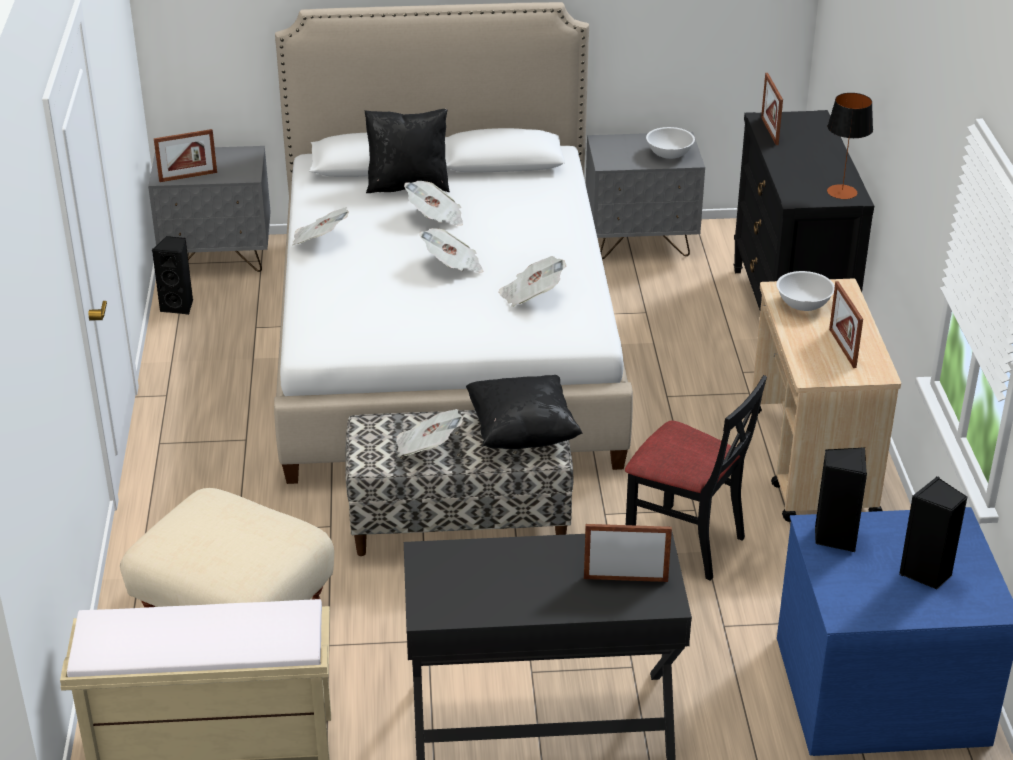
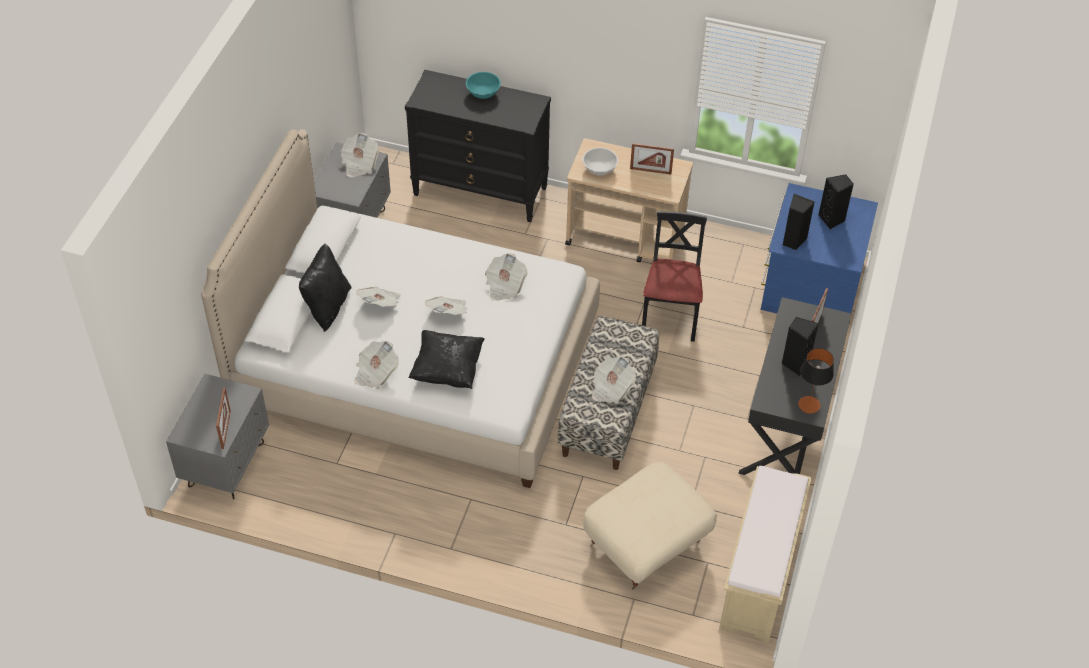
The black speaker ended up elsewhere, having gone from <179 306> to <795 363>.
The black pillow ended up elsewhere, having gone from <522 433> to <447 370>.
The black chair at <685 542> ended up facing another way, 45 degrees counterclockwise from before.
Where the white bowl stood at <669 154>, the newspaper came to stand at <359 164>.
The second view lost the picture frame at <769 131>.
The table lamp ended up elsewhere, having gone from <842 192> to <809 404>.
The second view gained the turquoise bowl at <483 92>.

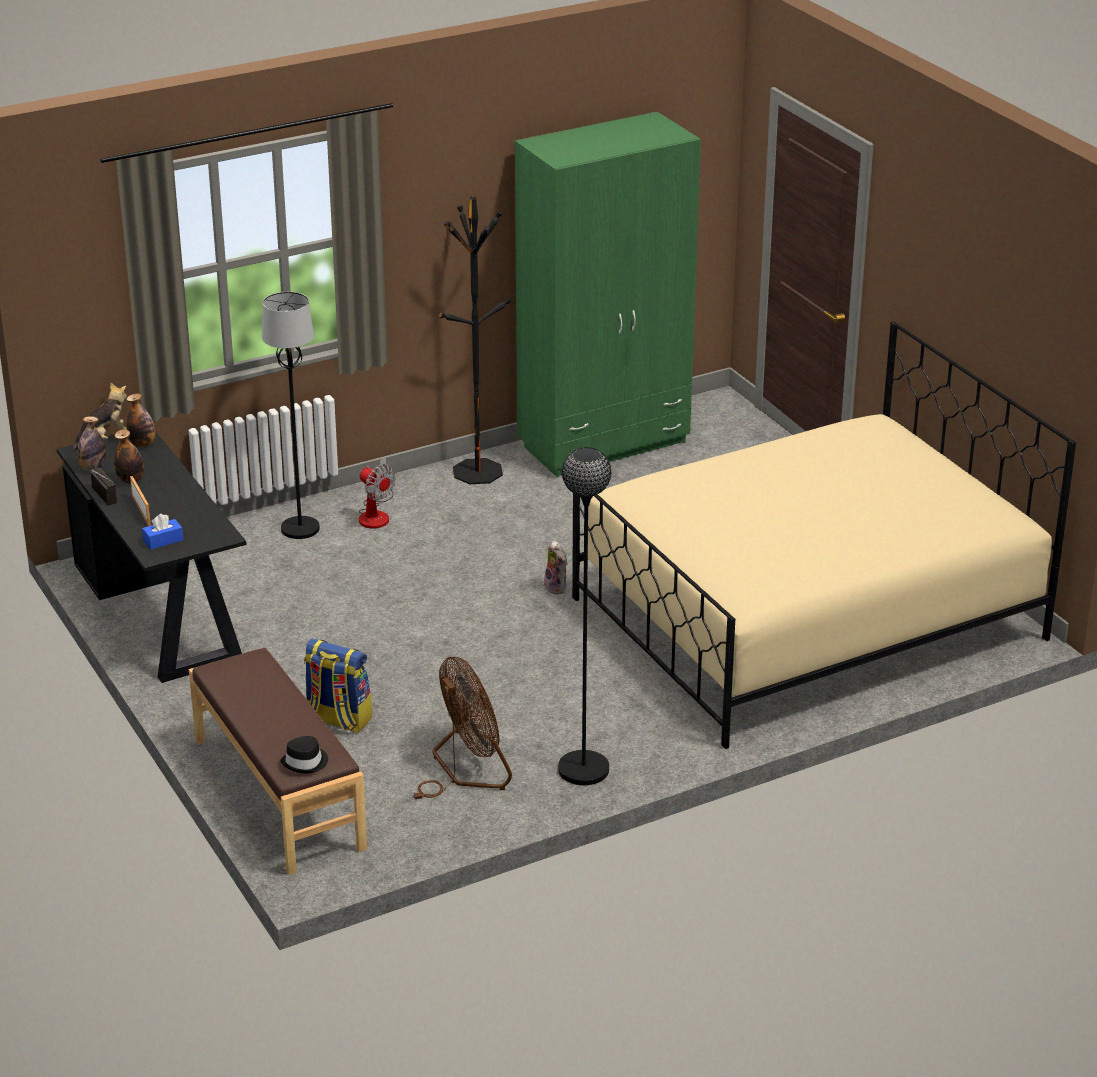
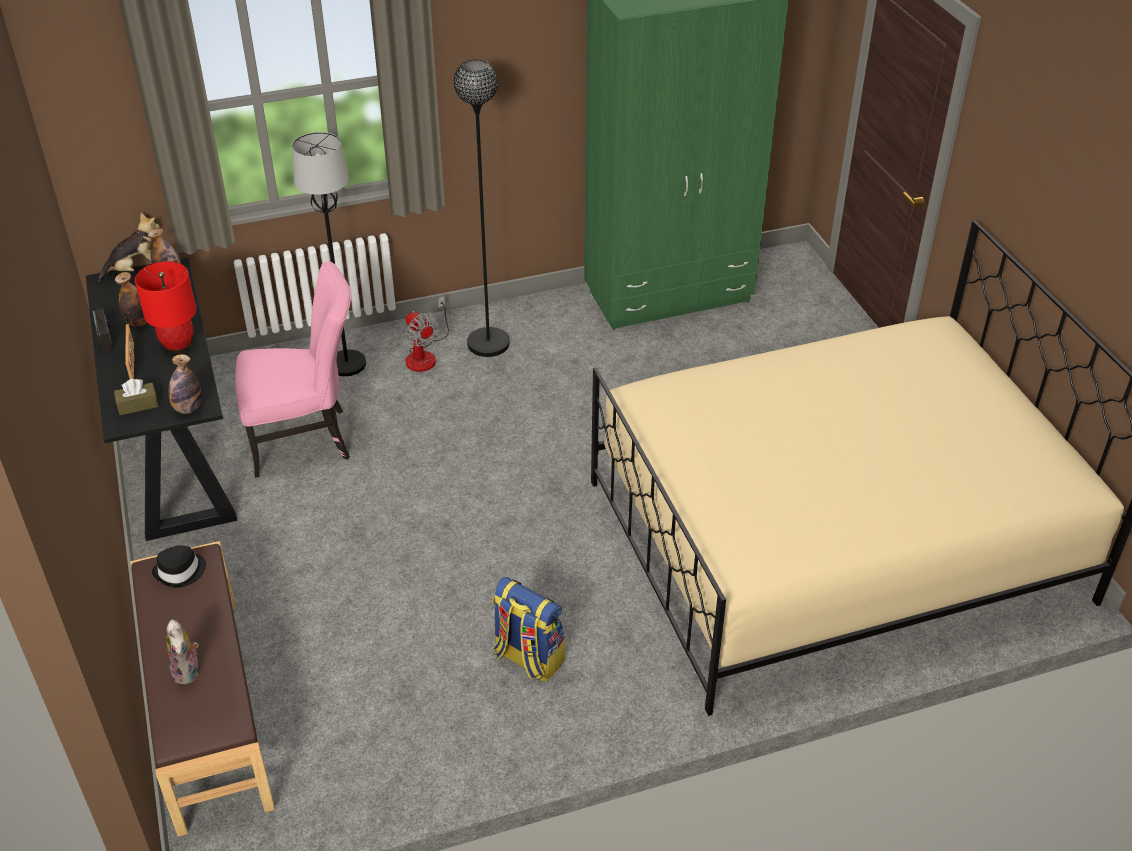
The bottle ended up elsewhere, having gone from <92 468> to <188 409>.
What was the blue tissue box at <163 540> turned into the brown tissue box at <137 405>.
The black hat ended up elsewhere, having gone from <305 762> to <180 572>.
The backpack ended up elsewhere, having gone from <338 719> to <528 658>.
The second view lost the brown fan at <461 768>.
The second view lost the black clothes rack at <478 471>.
The plush toy ended up elsewhere, having gone from <557 588> to <188 671>.
The black floor lamp ended up elsewhere, having gone from <583 769> to <488 343>.
The second view gained the red table lamp at <178 345>.
The second view gained the pink chair at <307 439>.

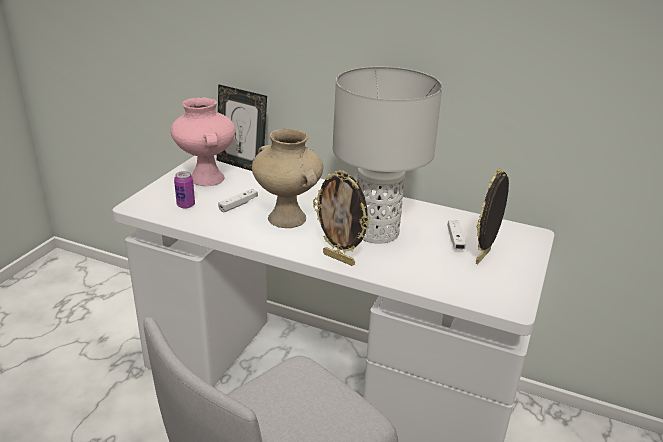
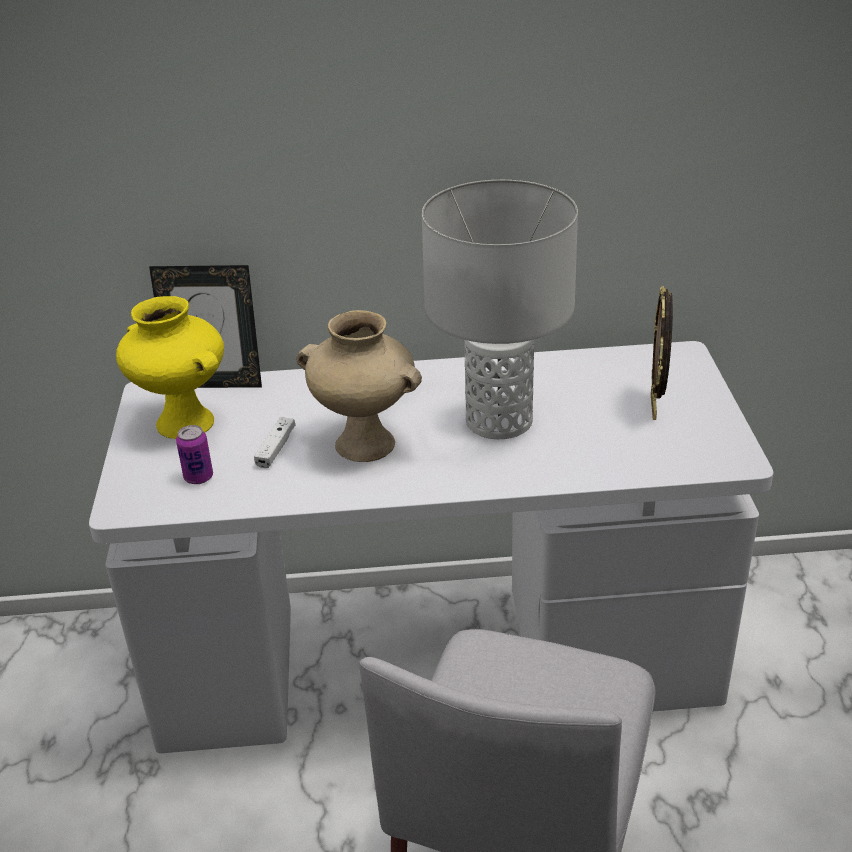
What was the pink vase at <206 178> turned into the yellow vase at <183 423>.
The second view lost the picture frame at <339 259>.
The second view lost the white game controller at <455 239>.

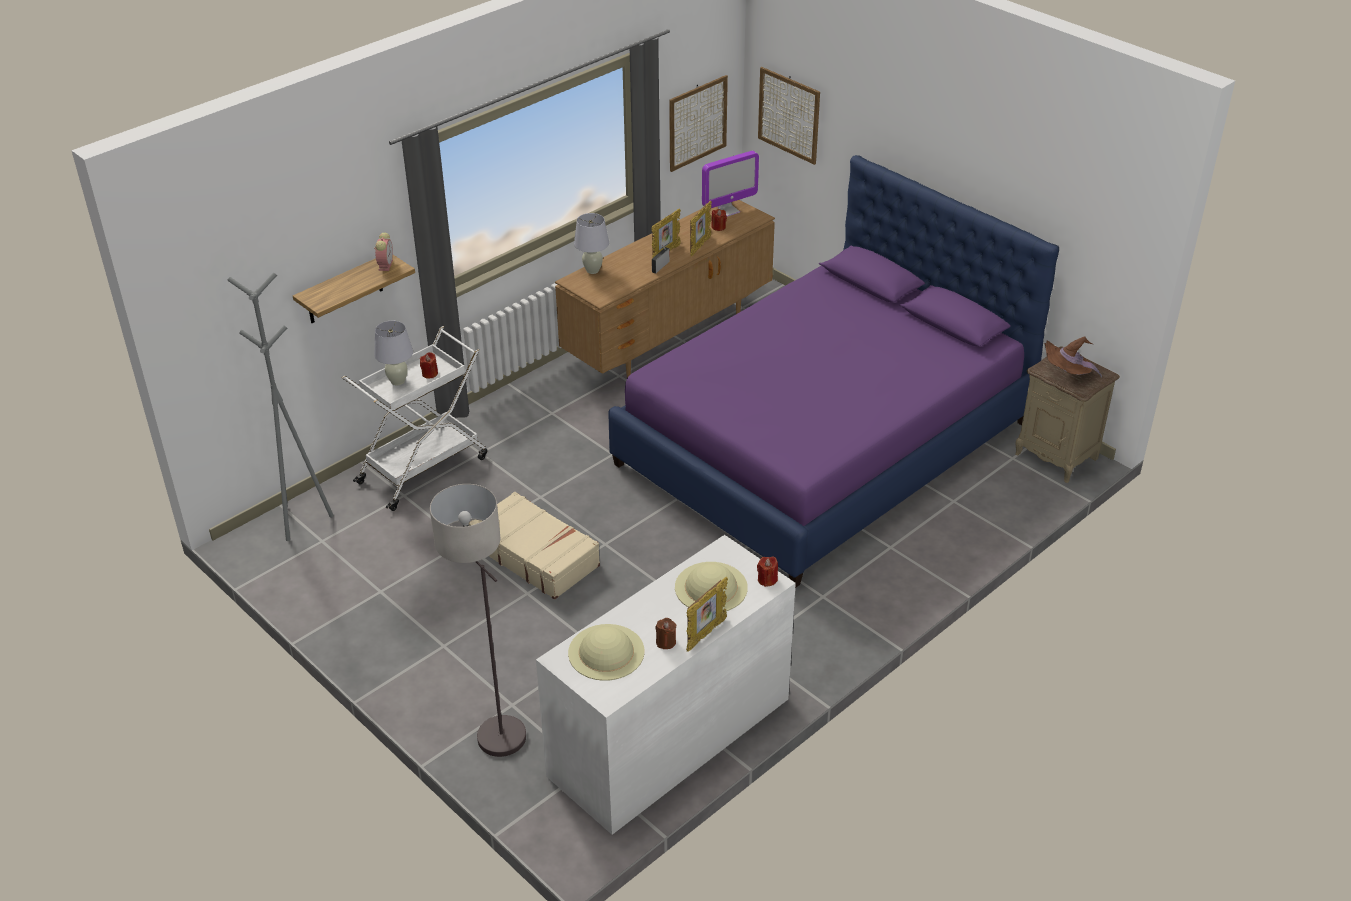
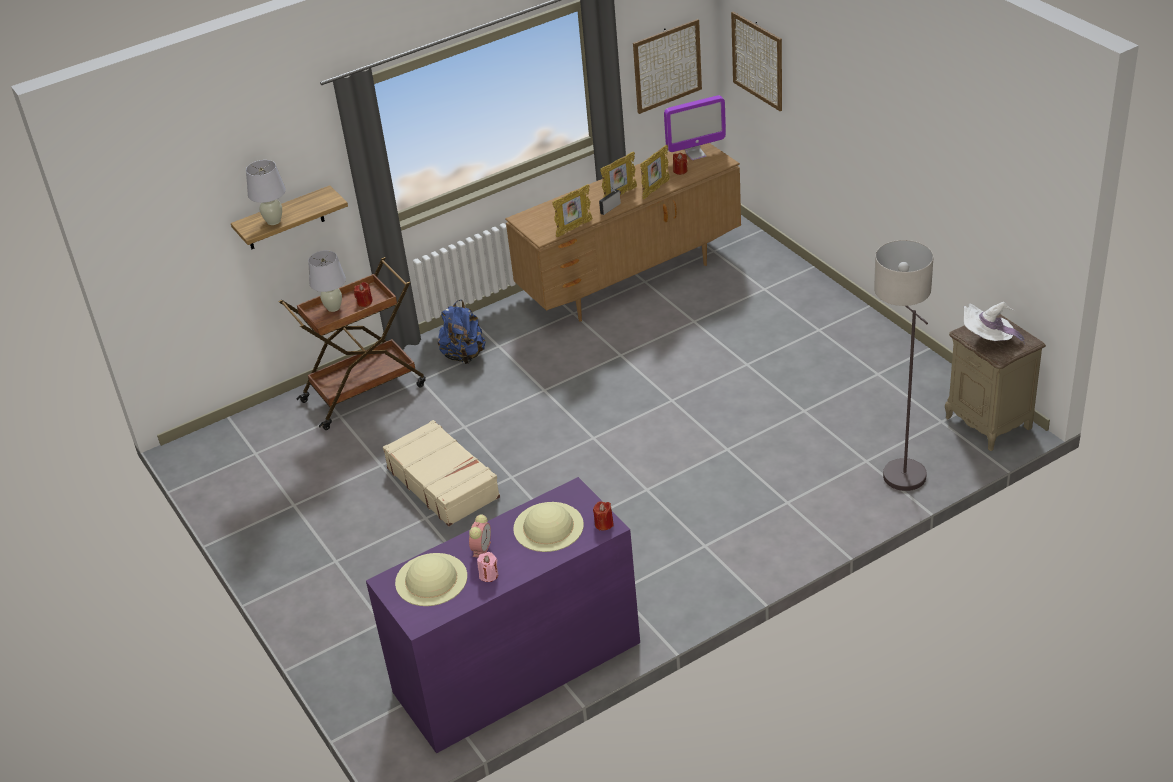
The second view lost the grey clothes rack at <302 521>.
What was the white cart at <424 470> turned into the brown cart at <364 393>.
The alarm clock ended up elsewhere, having gone from <385 264> to <481 548>.
The grey floor lamp ended up elsewhere, having gone from <493 728> to <896 469>.
What was the white dresser at <668 737> turned into the purple dresser at <515 667>.
The white table lamp ended up elsewhere, having gone from <593 270> to <274 221>.
The second view lost the purple bed at <824 443>.
What was the brown candle at <666 642> turned into the pink candle at <489 575>.
The picture frame ended up elsewhere, having gone from <705 634> to <573 228>.
What was the brown hat at <1066 375> turned into the white hat at <988 340>.
The second view gained the blue backpack at <464 355>.

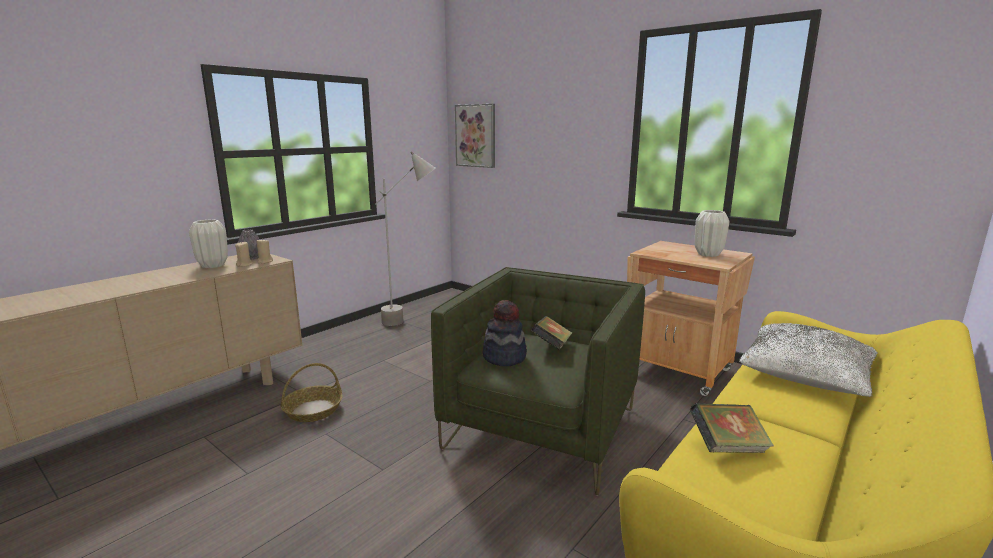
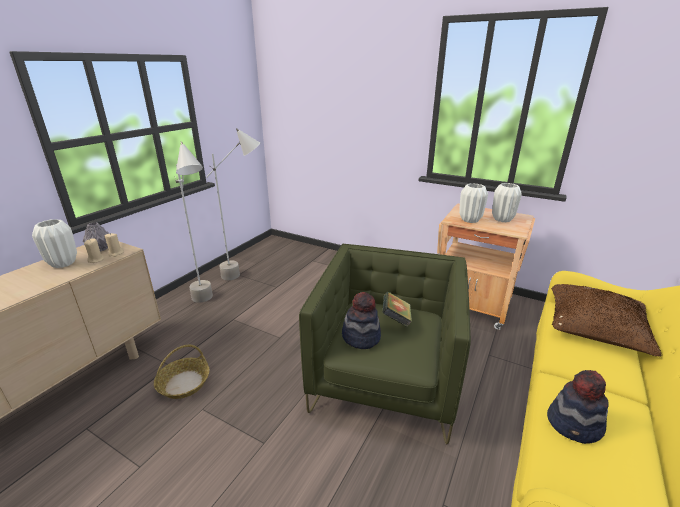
The second view lost the picture at <476 136>.
Where the book stood at <727 447>, the hat came to stand at <575 424>.
What was the white pillow at <805 373> turned into the brown pillow at <595 327>.
The second view gained the grey floor lamp at <208 304>.
The second view gained the white vase at <469 220>.

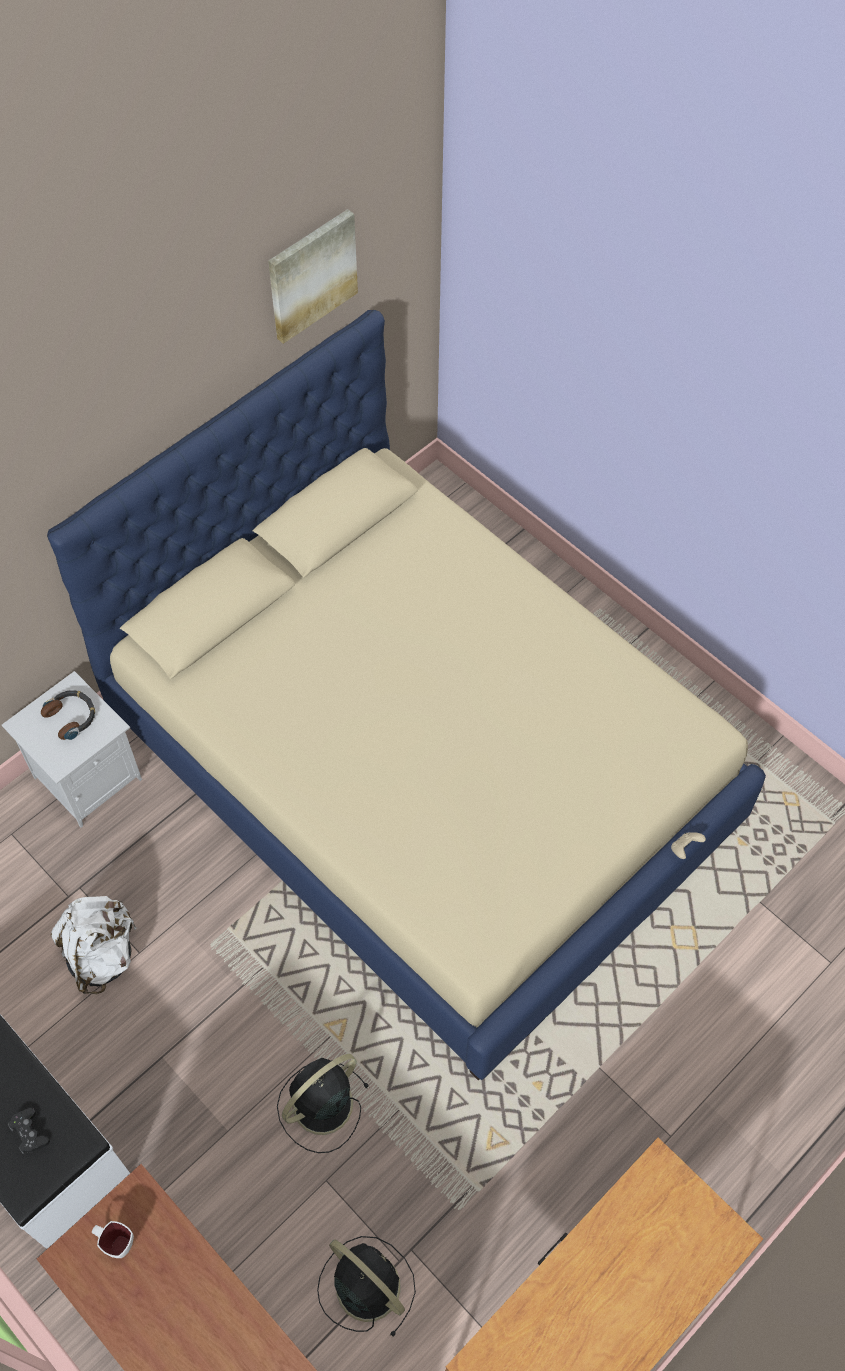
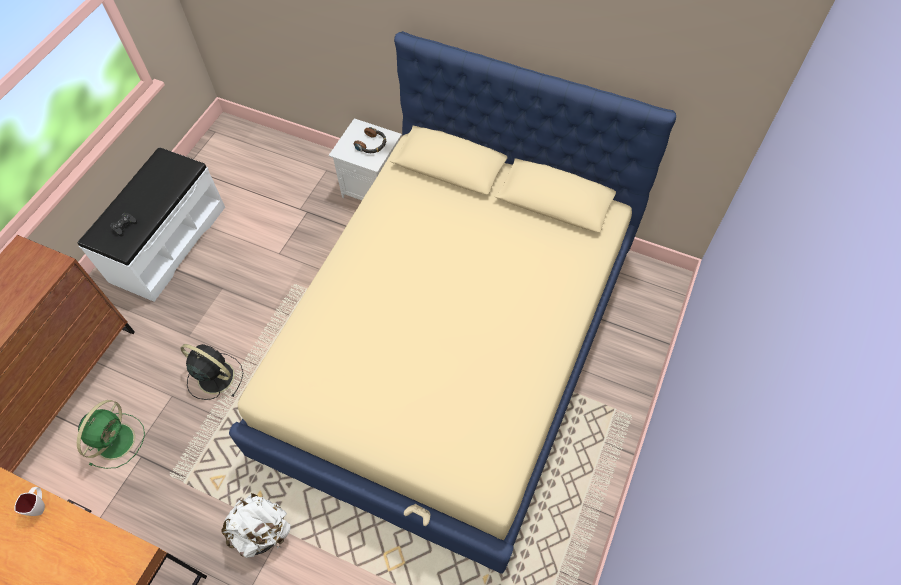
The white backpack ended up elsewhere, having gone from <102 954> to <262 532>.
The white mug ended up elsewhere, having gone from <116 1243> to <39 505>.
The second view lost the picture at <311 275>.
What was the black fan at <366 1284> turned into the green fan at <116 439>.

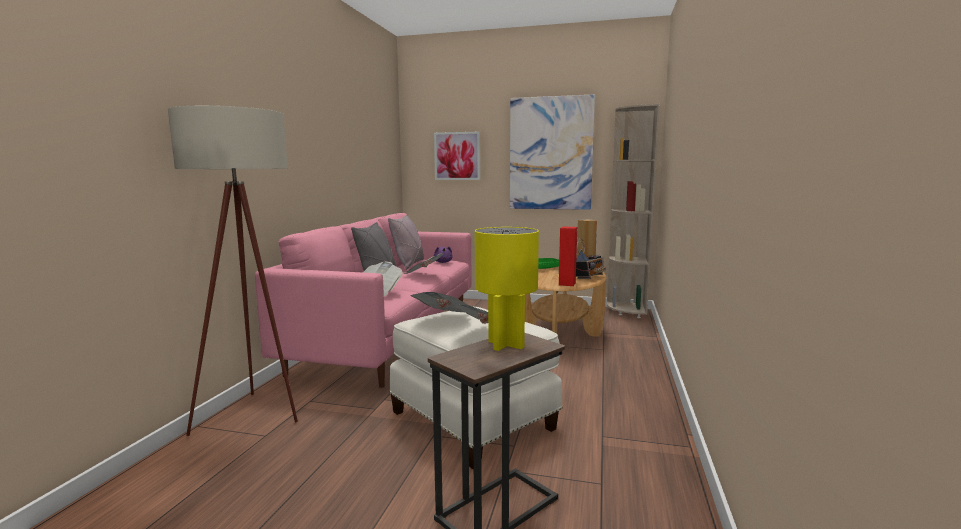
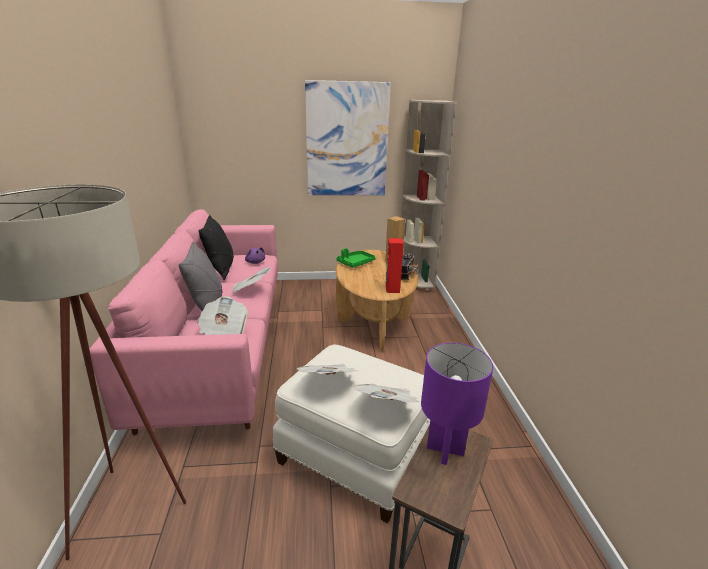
What was the purple pillow at <409 264> turned into the black pillow at <221 269>.
The second view lost the picture at <457 156>.
What was the yellow table lamp at <506 344> turned into the purple table lamp at <445 449>.

